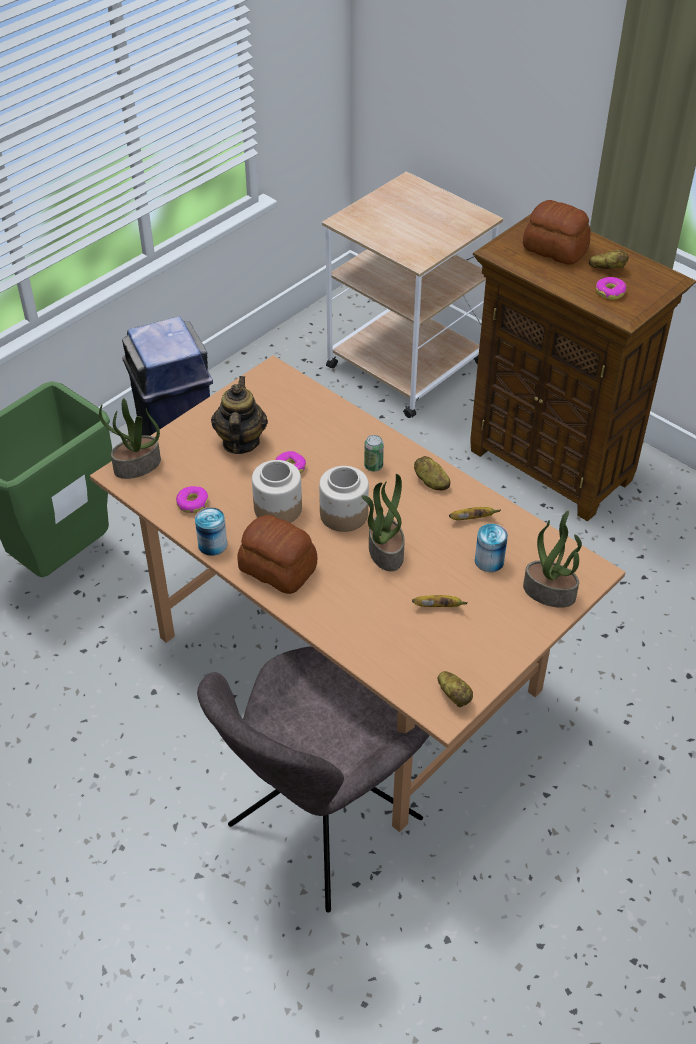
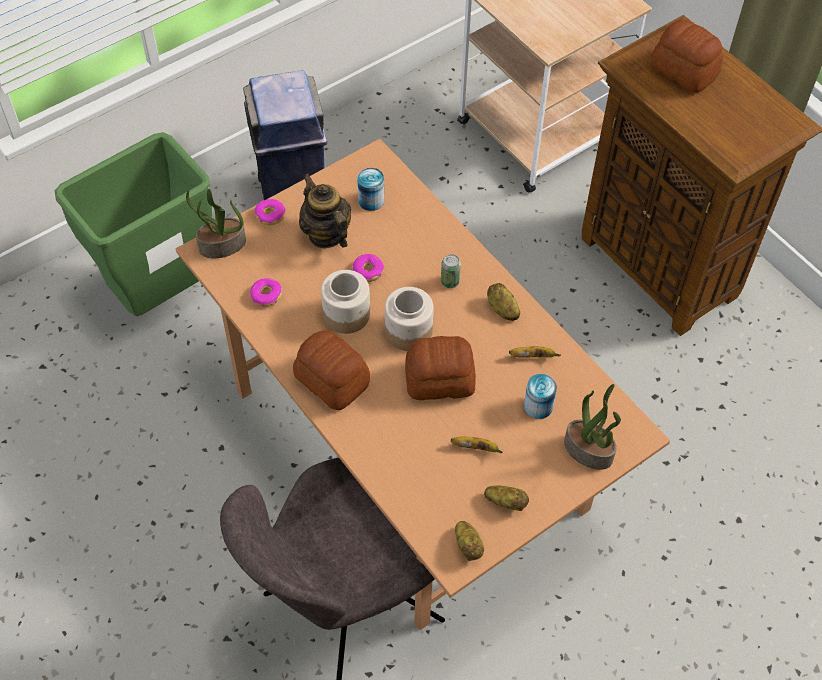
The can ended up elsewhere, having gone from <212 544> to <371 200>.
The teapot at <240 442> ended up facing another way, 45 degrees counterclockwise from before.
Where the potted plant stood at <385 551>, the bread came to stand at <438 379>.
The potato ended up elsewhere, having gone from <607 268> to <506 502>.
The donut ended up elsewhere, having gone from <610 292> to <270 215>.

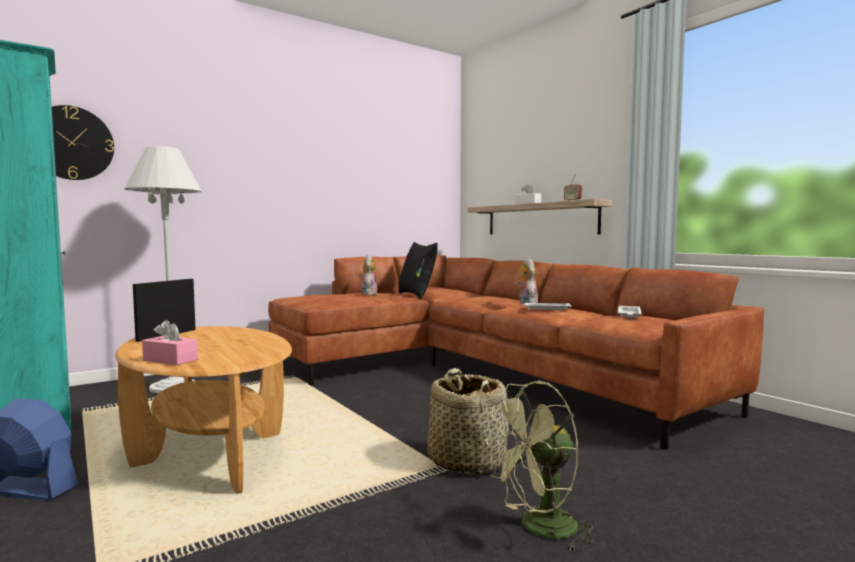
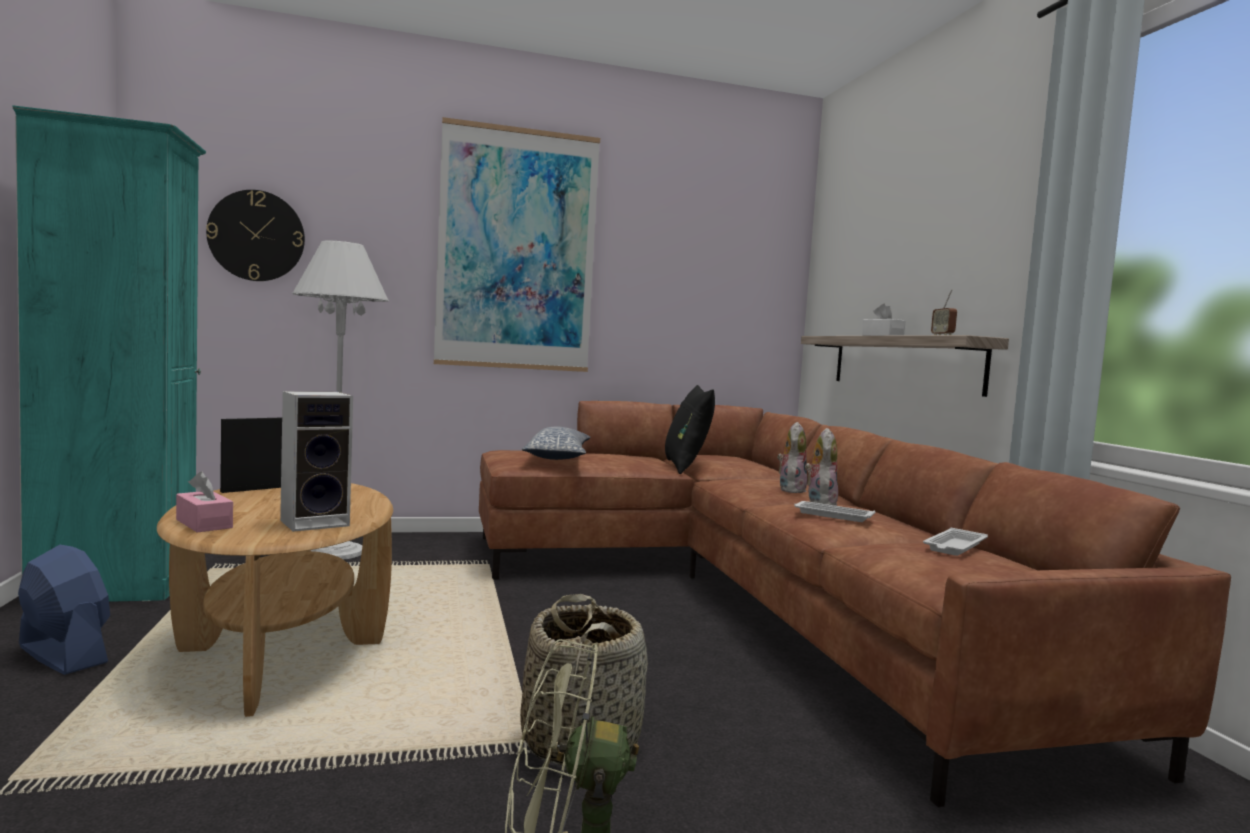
The plush toy ended up elsewhere, having gone from <368 294> to <790 490>.
The second view gained the speaker at <317 522>.
The second view gained the picture at <517 250>.
The second view gained the pillow at <558 457>.

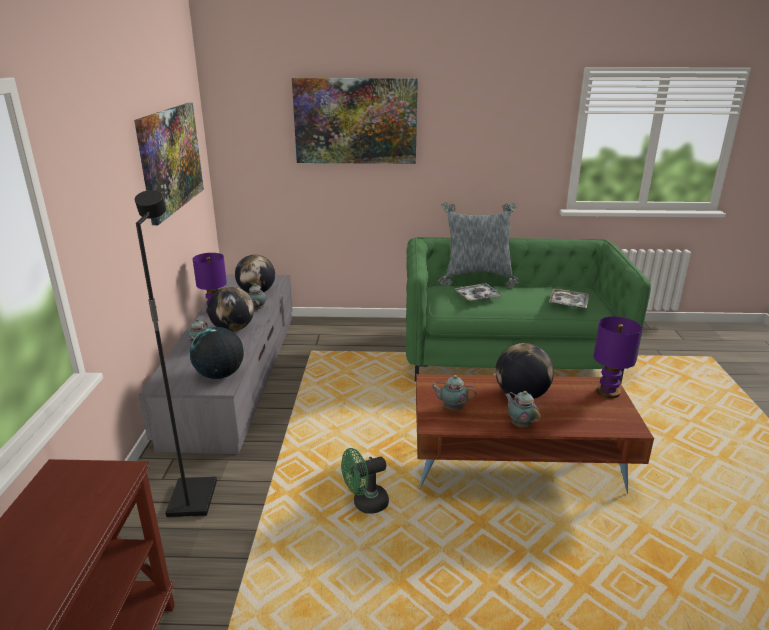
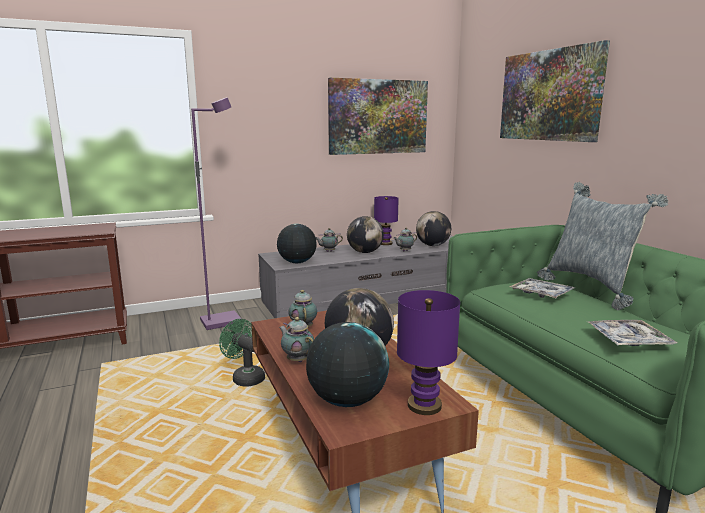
What was the black floor lamp at <191 499> turned into the purple floor lamp at <221 322>.
The teapot at <520 424> ended up facing another way, 75 degrees counterclockwise from before.
The second view gained the globe at <347 400>.

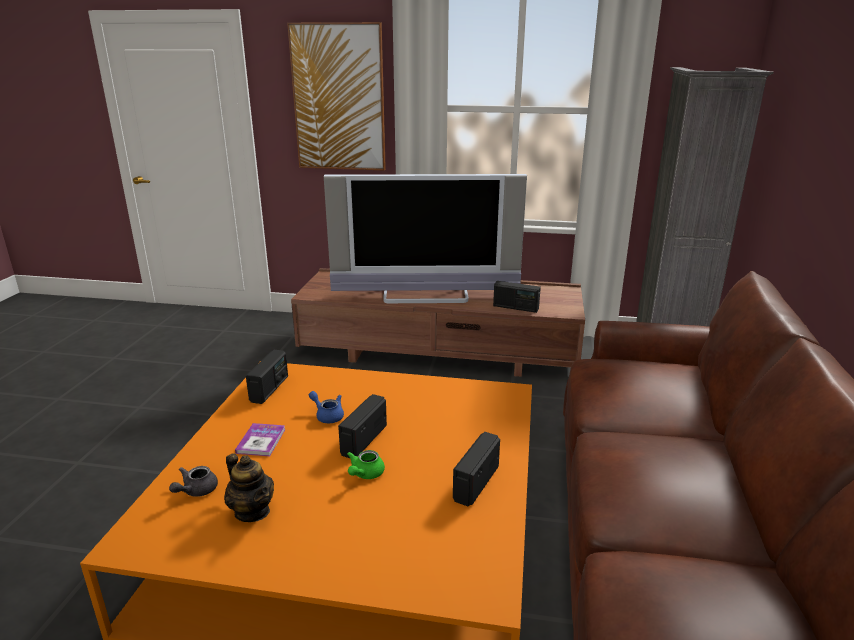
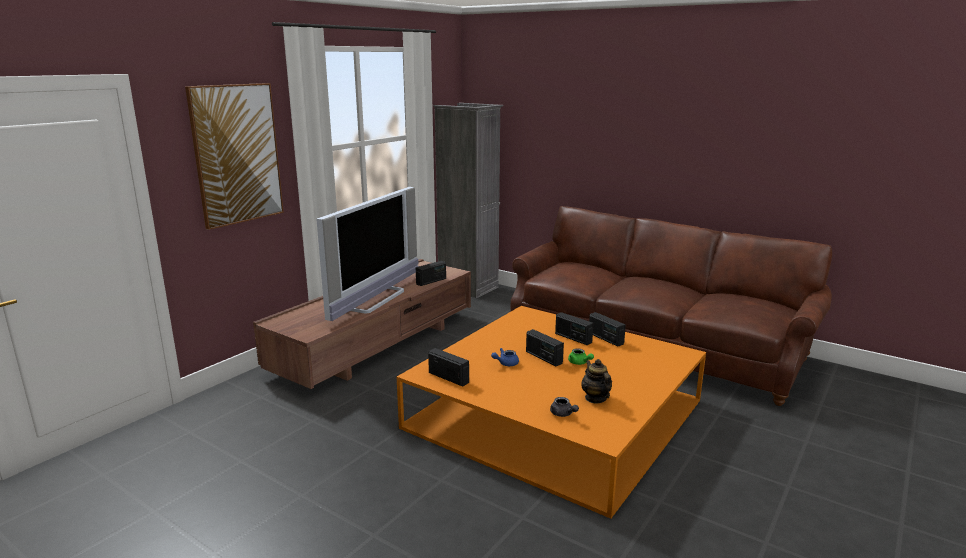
The teapot at <252 511> ended up facing another way, 90 degrees counterclockwise from before.
The second view lost the book at <261 441>.
The second view gained the radio at <573 338>.

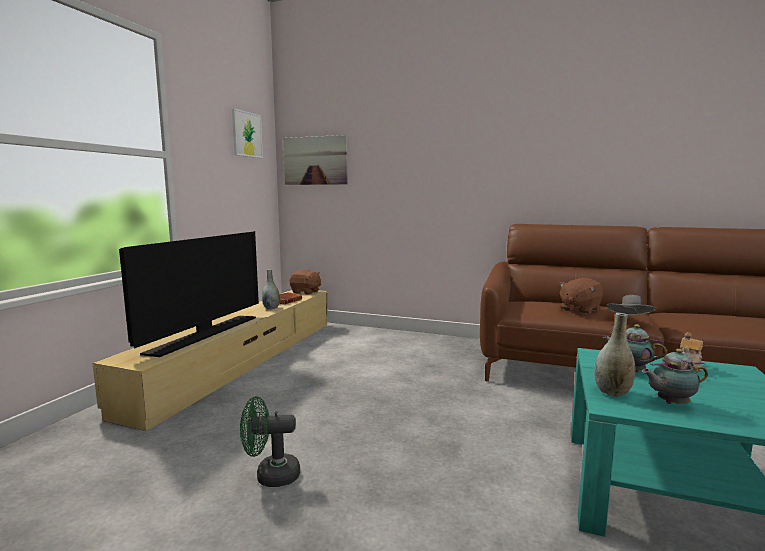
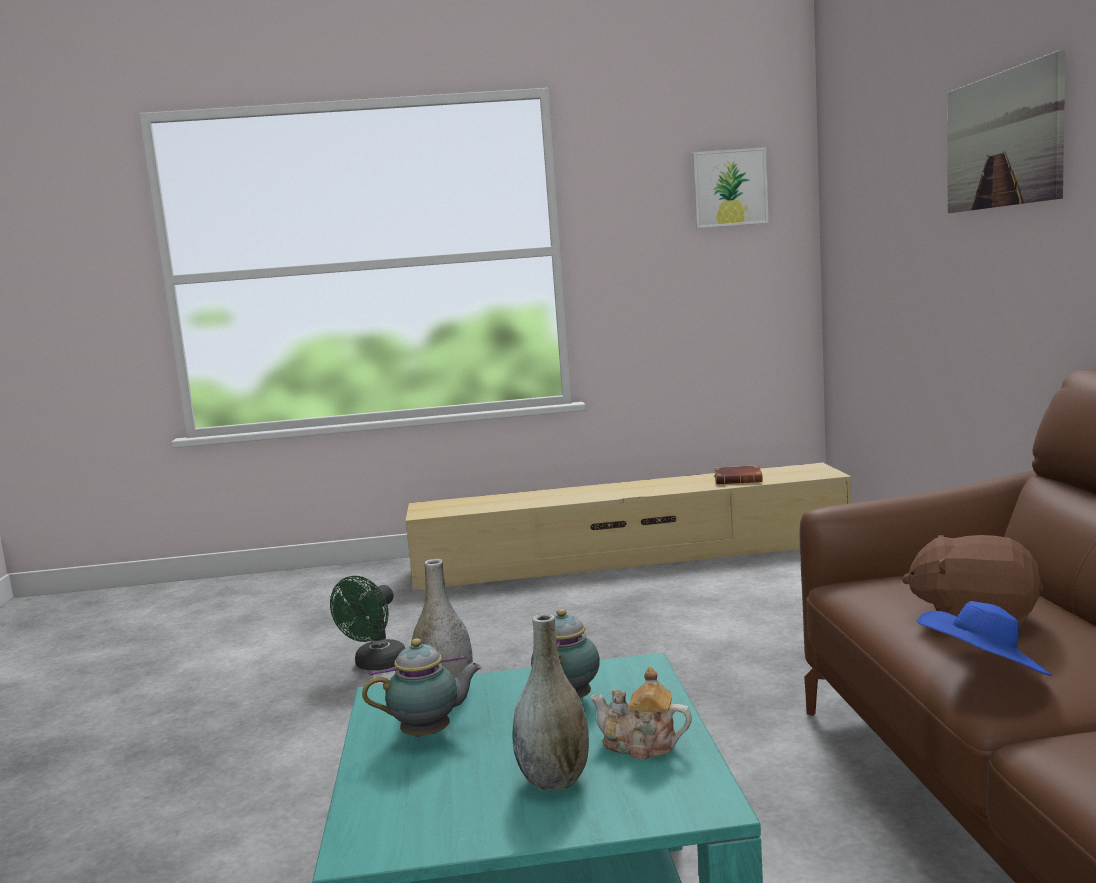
The second view lost the television at <204 334>.
The green fan at <270 475> ended up facing another way, 120 degrees counterclockwise from before.
The grey vase ended up elsewhere, having gone from <271 308> to <554 780>.
The picture ended up elsewhere, having gone from <315 160> to <1003 140>.
The second view lost the brown plush toy at <306 292>.
What was the grey hat at <630 319> turned into the blue hat at <984 673>.
The teapot at <670 403> ended up facing another way, 105 degrees clockwise from before.

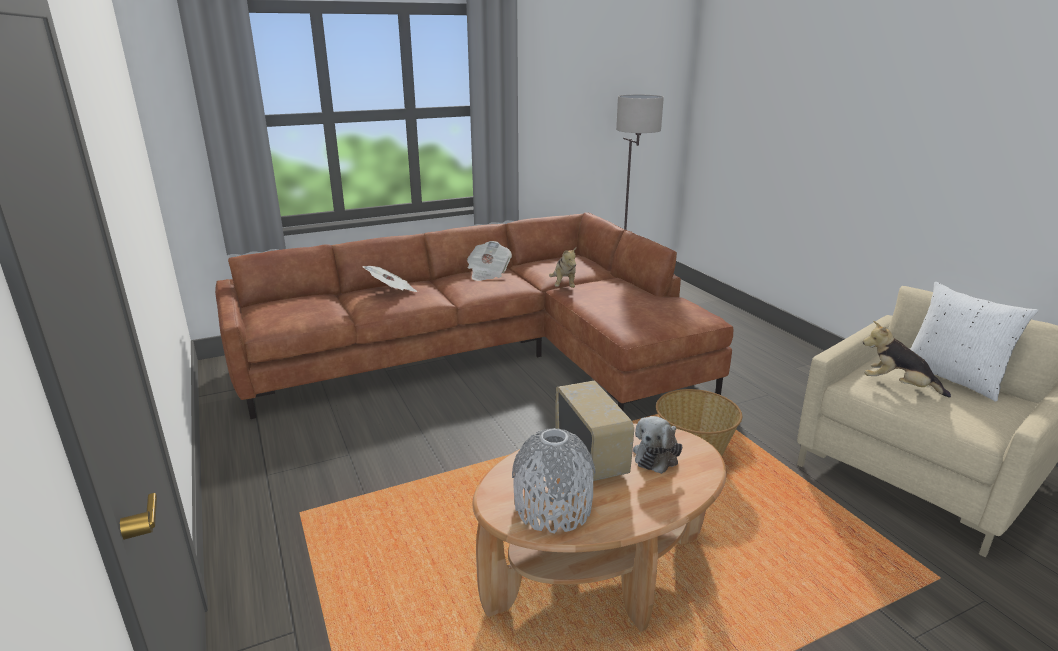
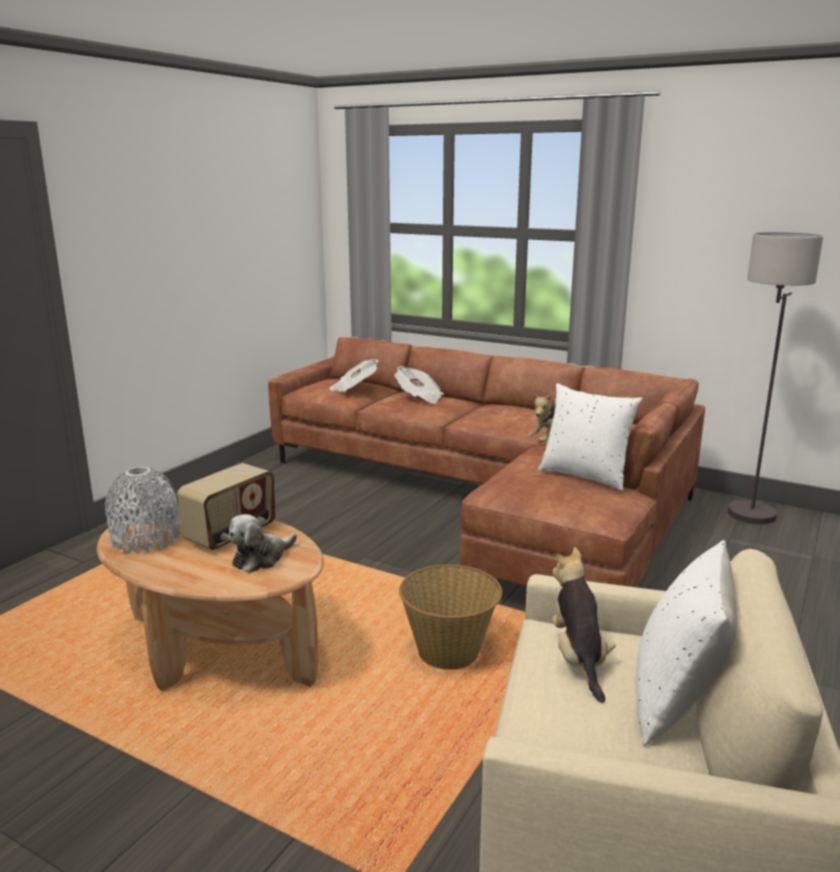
The newspaper ended up elsewhere, having gone from <488 273> to <354 388>.
The plush toy at <657 455> ended up facing another way, 45 degrees counterclockwise from before.
The second view gained the white pillow at <585 475>.

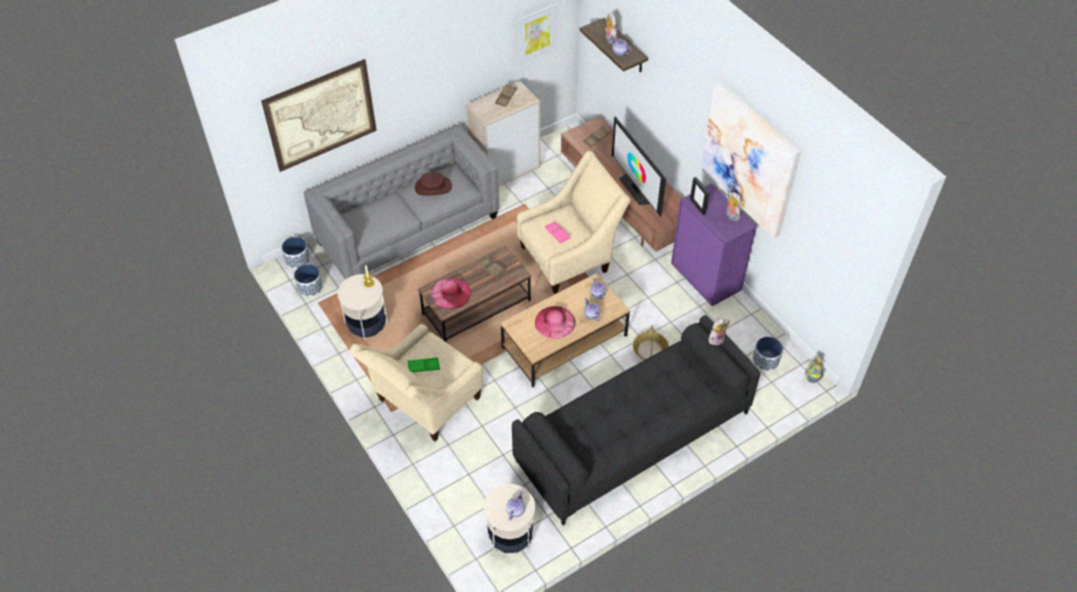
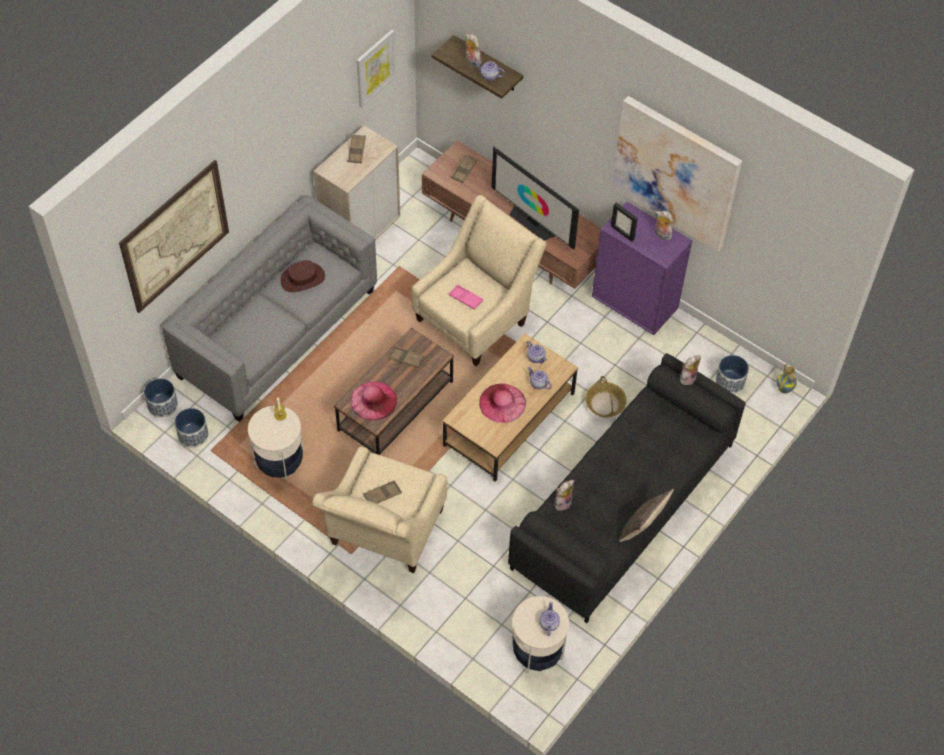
What was the green tray at <423 366> turned into the brown tray at <382 495>.
The second view gained the plush toy at <562 502>.
The second view gained the pillow at <642 528>.

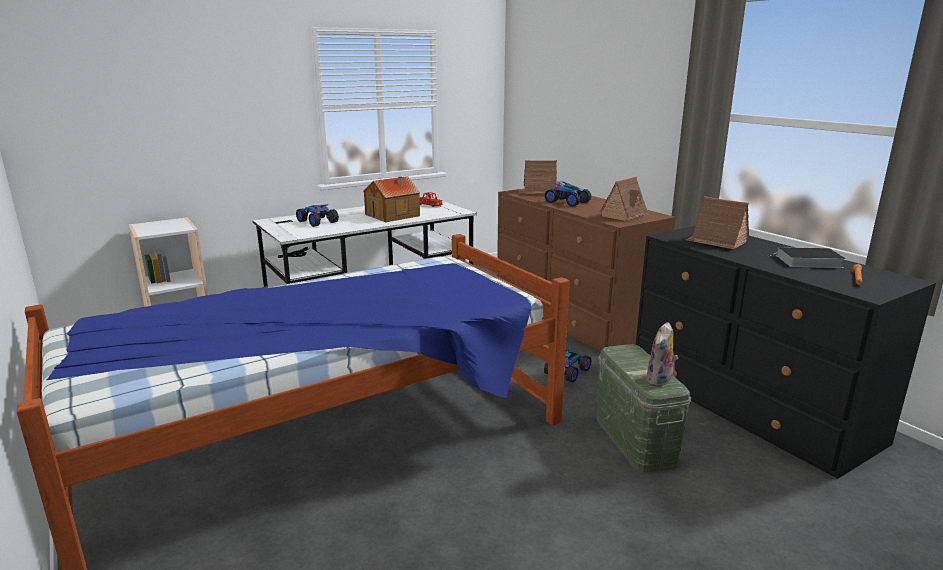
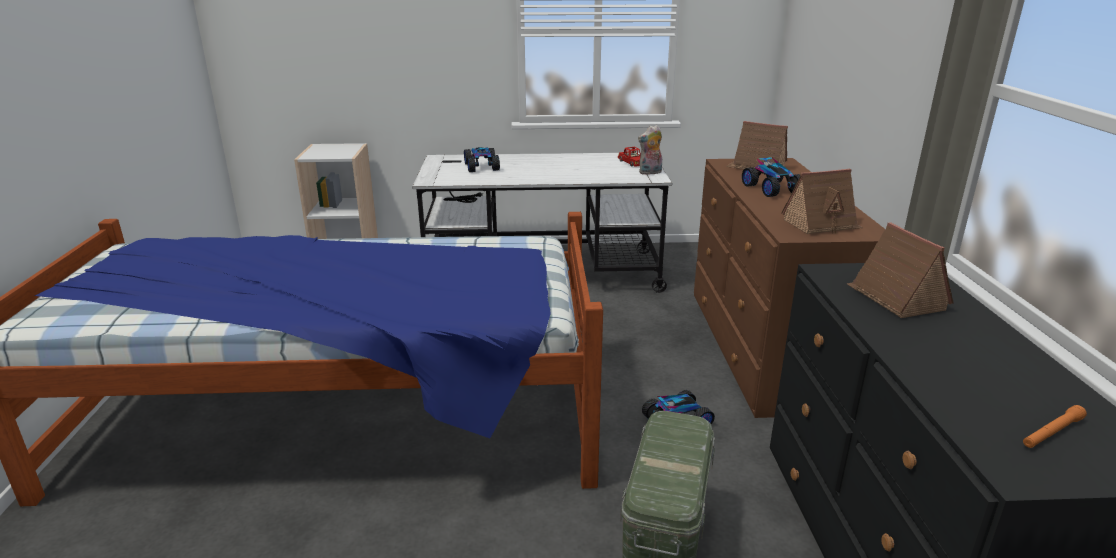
The second view lost the toy house at <393 215>.
The plush toy ended up elsewhere, having gone from <660 381> to <650 173>.
The second view lost the book at <807 261>.

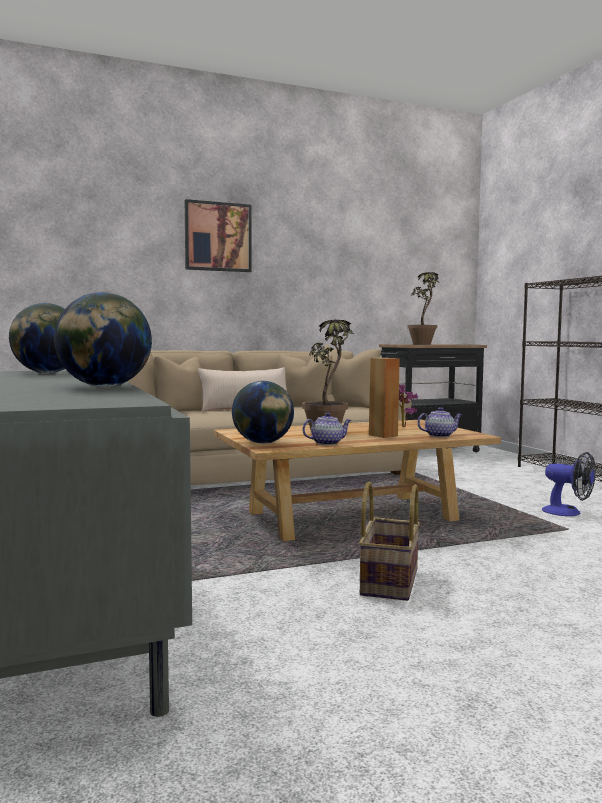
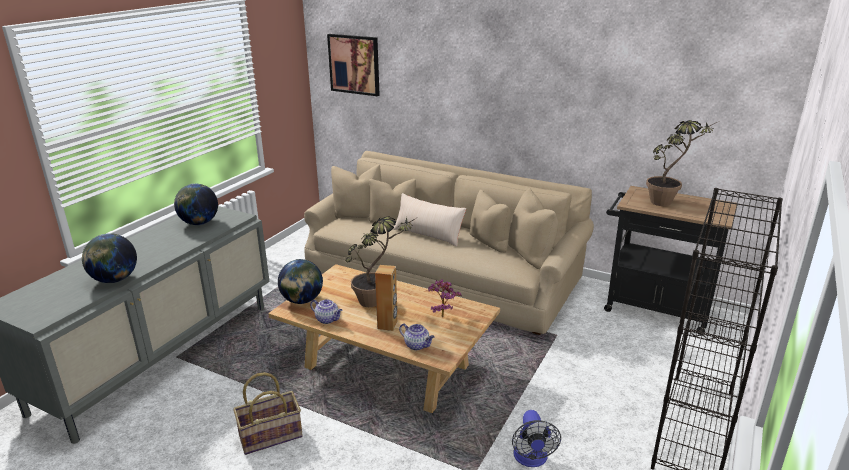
The picture ended up elsewhere, having gone from <218 237> to <354 64>.

